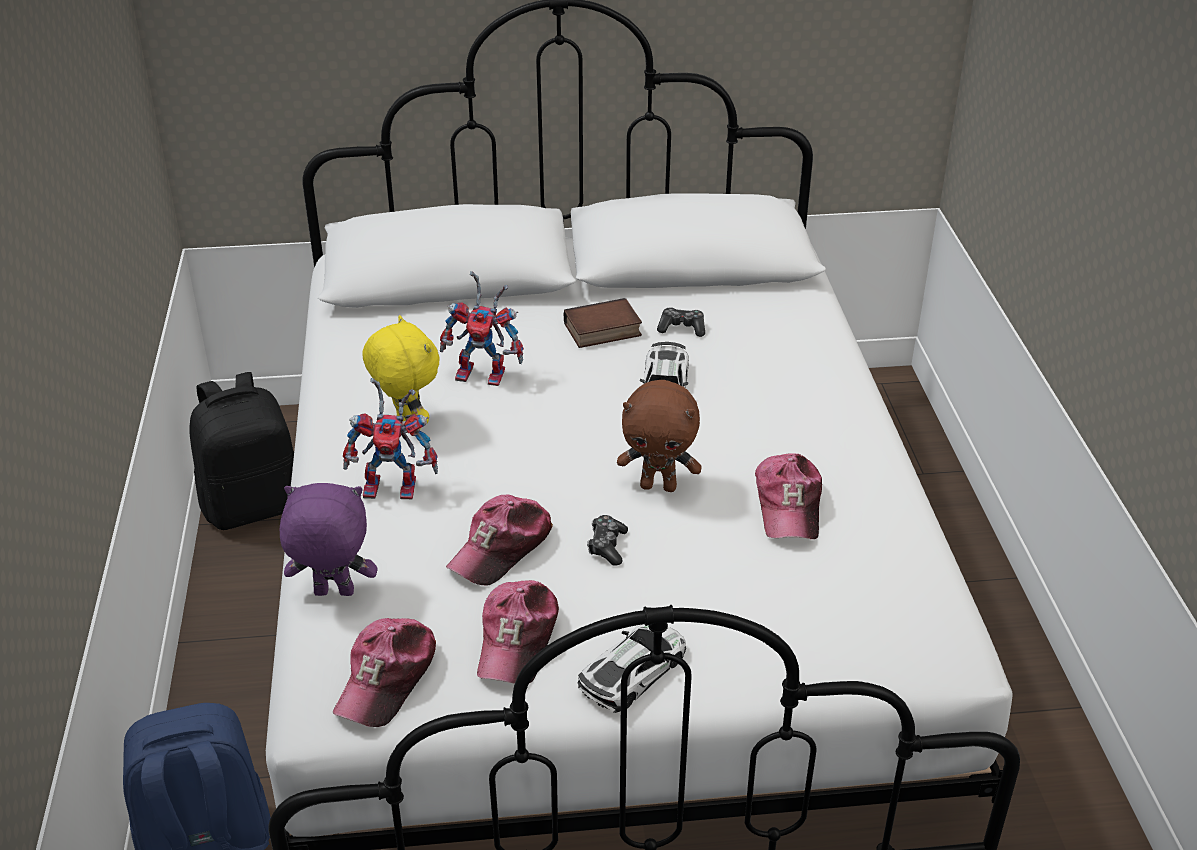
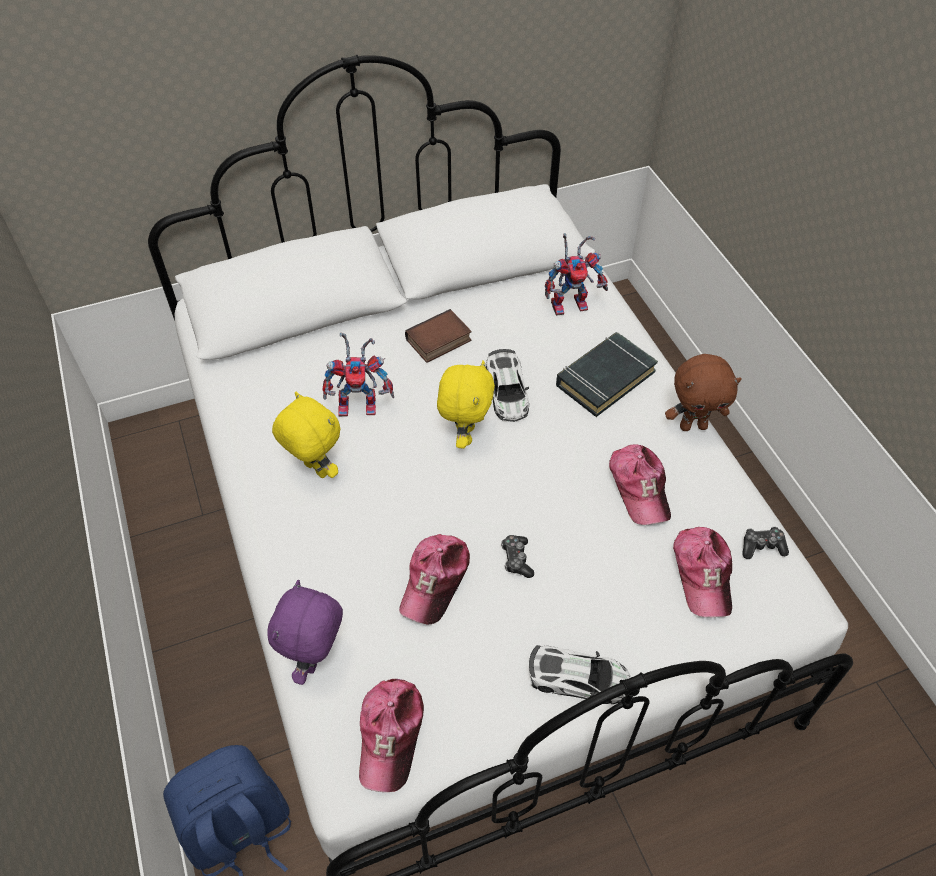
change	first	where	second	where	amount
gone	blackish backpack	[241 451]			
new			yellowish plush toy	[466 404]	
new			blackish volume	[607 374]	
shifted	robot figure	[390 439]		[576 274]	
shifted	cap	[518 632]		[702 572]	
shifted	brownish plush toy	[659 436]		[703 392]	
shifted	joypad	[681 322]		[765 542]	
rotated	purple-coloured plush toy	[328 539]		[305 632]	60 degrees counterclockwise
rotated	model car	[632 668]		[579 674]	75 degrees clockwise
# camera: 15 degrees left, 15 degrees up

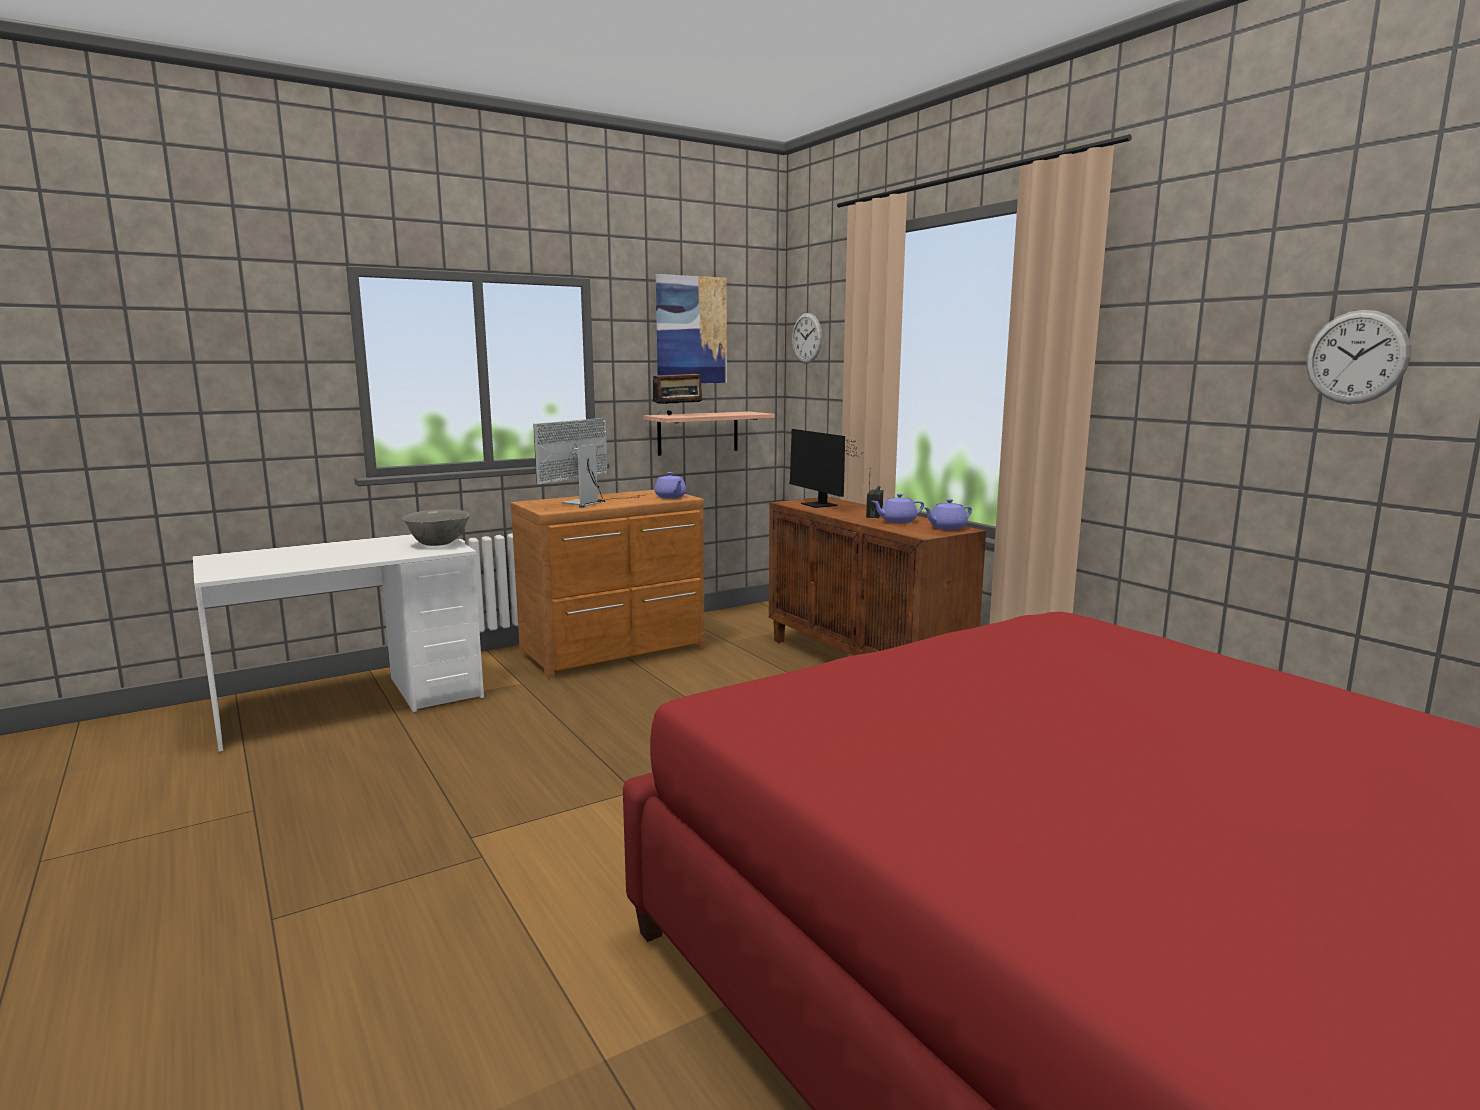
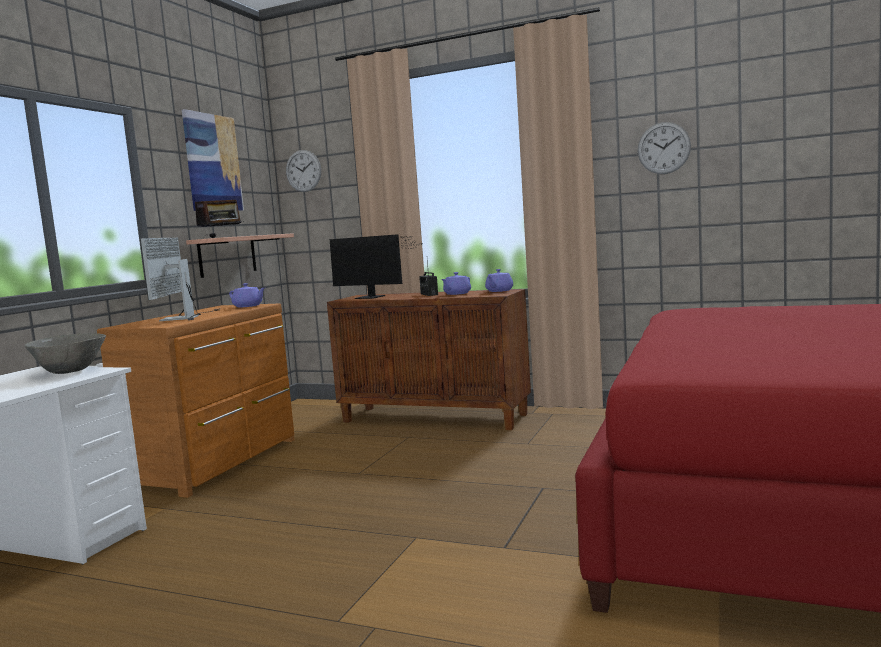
change	first	where	second	where	amount
shifted	hanging clock	[1358 357]		[664 148]	
# camera: 35 degrees left, 5 degrees down

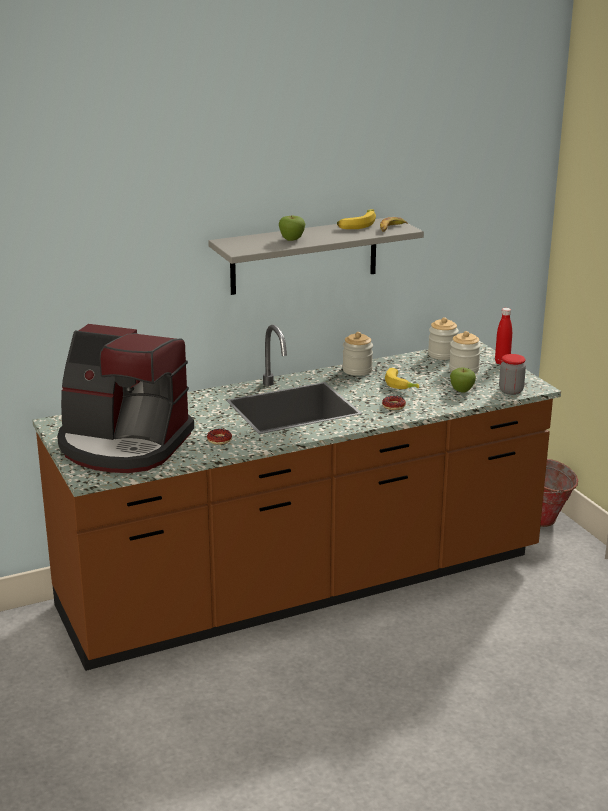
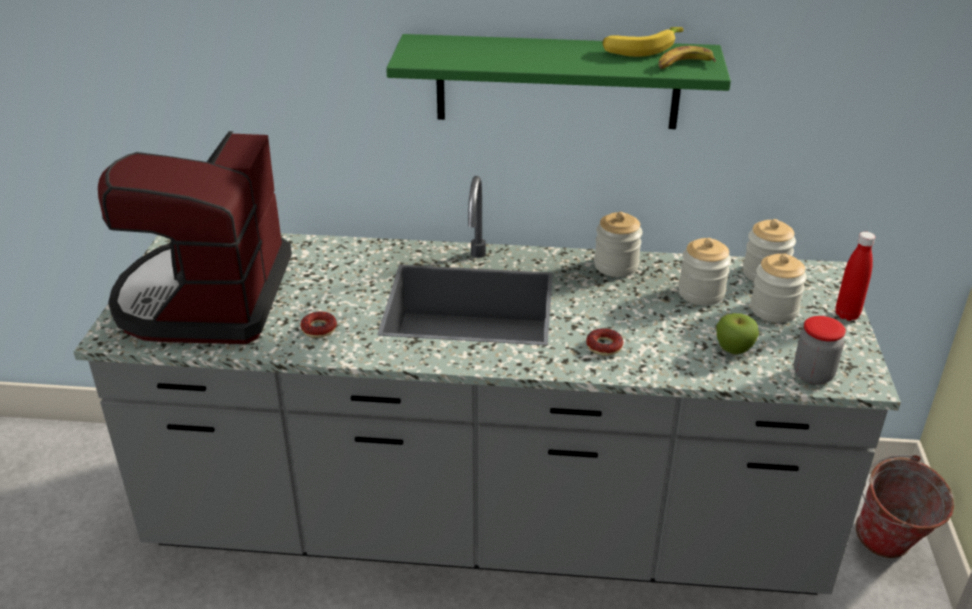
change	first	where	second	where	amount
gone	apple fruit	[292 228]			
gone	whole banana	[402 378]			
new			preserve jar	[704 271]	
repainted	brownish kitchen counter	[296 498]	gray kitchen counter	[487 385]	
repainted	gray shelf	[316 256]	green shelf	[558 81]	
rotated	coffee brewer	[125 398]		[195 237]	45 degrees clockwise
# camera: 30 degrees right, 10 degrees up

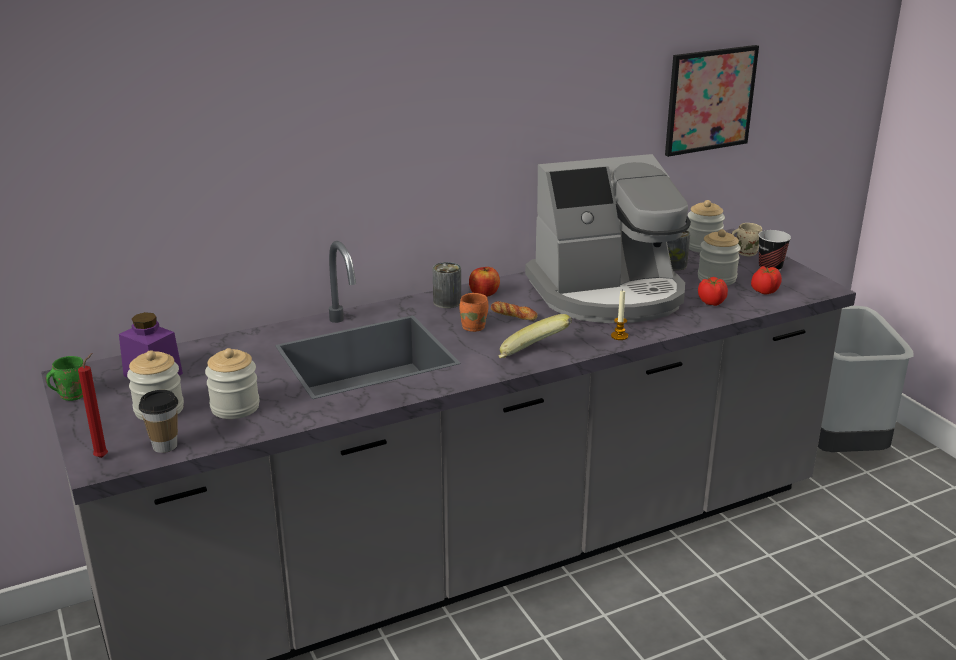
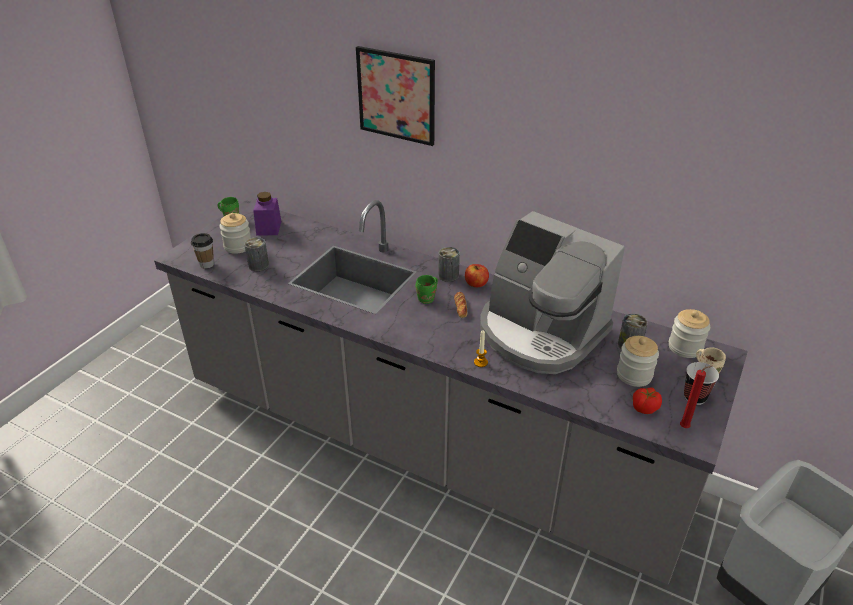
change	first	where	second	where	amount
gone	whole banana	[535 336]			
gone	whole tomato	[713 291]			
shifted	reddish wax light	[93 405]		[696 396]	
shifted	wall picture	[712 101]		[395 96]	
swapped	preserve jar	[232 383]	can	[256 254]	
repainted	orangey tea mug	[474 312]	green tea mug	[427 289]	
# camera: 55 degrees right, 10 degrees up

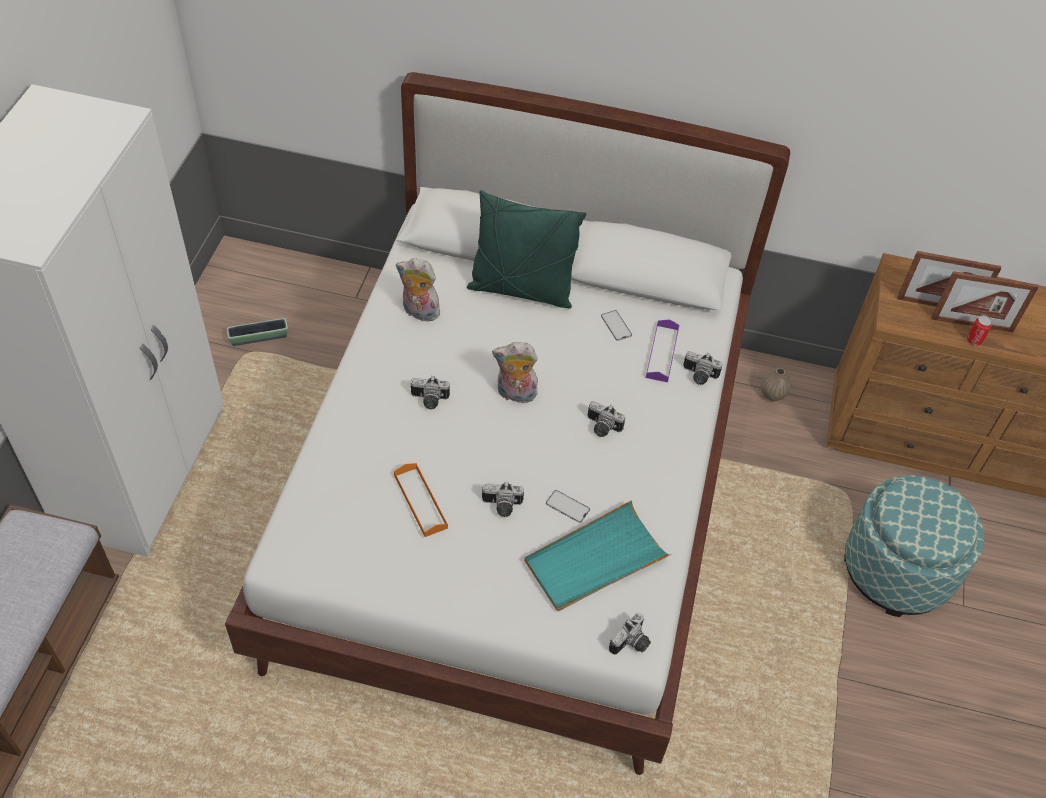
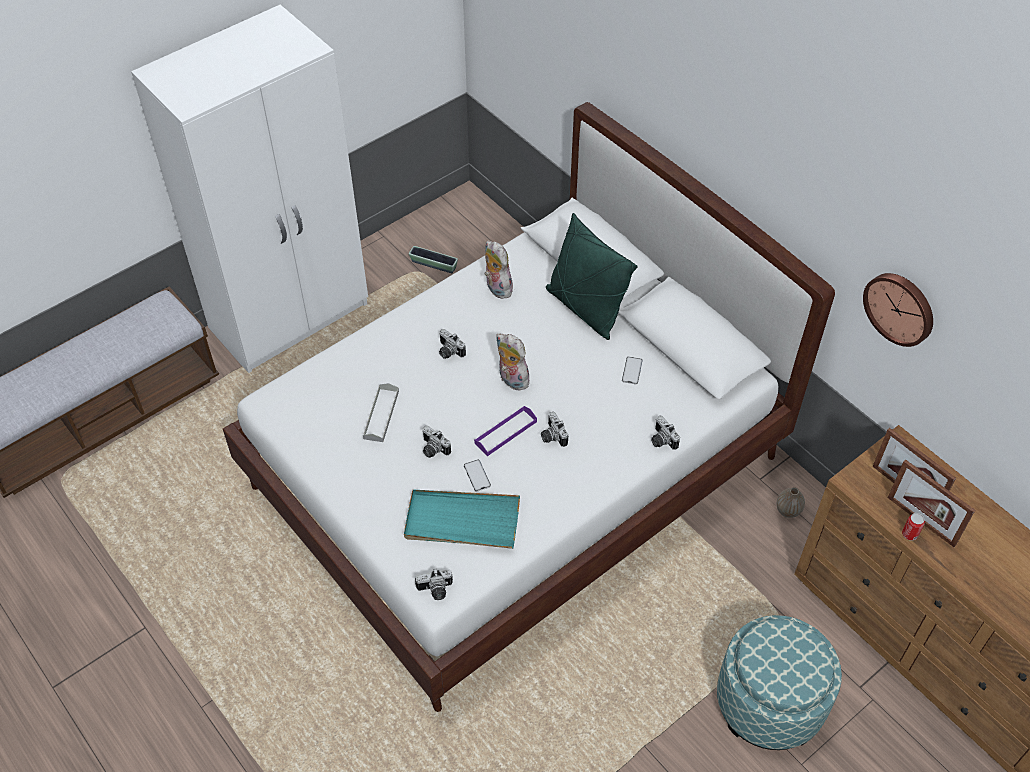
change	first	where	second	where	amount
new			hanging clock	[898 310]	
shifted	purple-coloured carrying tray	[662 350]		[505 431]	
repainted	orangey carrying tray	[421 500]	gray carrying tray	[381 412]	
# camera: 40 degrees right, 0 degrees up

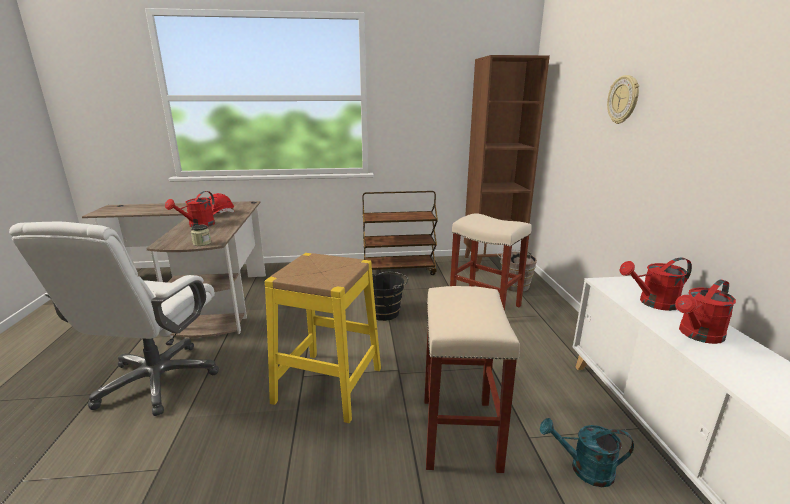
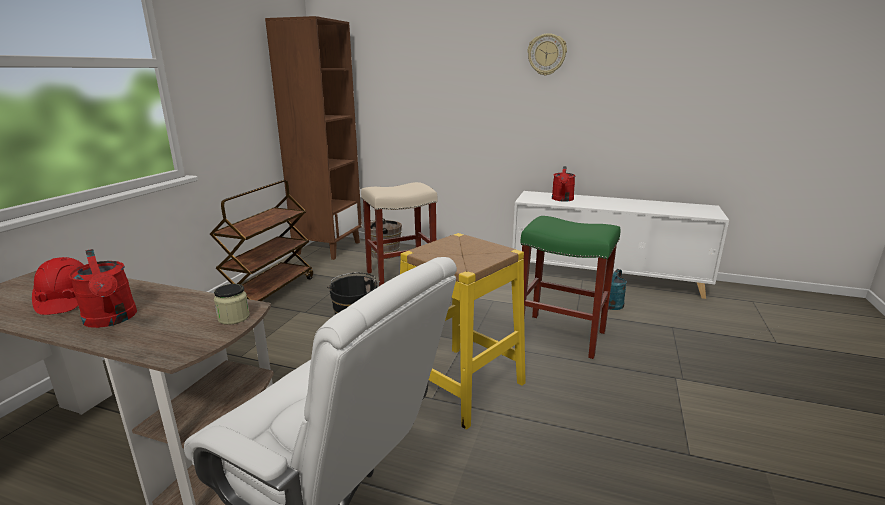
change	first	where	second	where	amount
gone	reddish sprinkling can	[705 311]			
shifted	hanging clock	[623 99]		[547 54]	
repainted	beige-coloured stool seat	[472 379]	green stool seat	[570 287]	
# camera: 65 degrees left, 0 degrees up

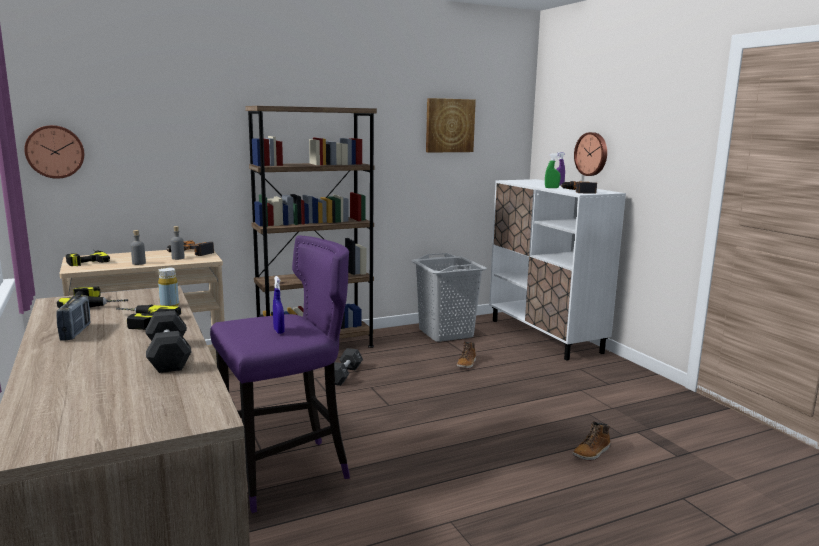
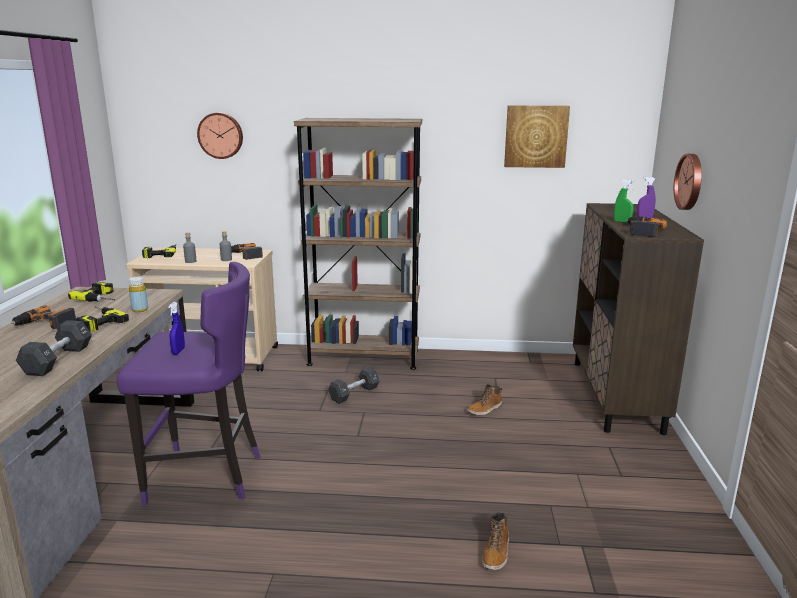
change	first	where	second	where	amount
gone	gray hamper	[449 297]			
shifted	hanging clock	[54 152]		[220 136]	
swapped	radio	[73 317]	electric drill	[43 317]	
repainted	white-coloured cabinet	[557 269]	brownish cabinet	[638 319]	
rotated	tall boot	[592 441]		[495 541]	60 degrees counterclockwise
# camera: 30 degrees right, 5 degrees up

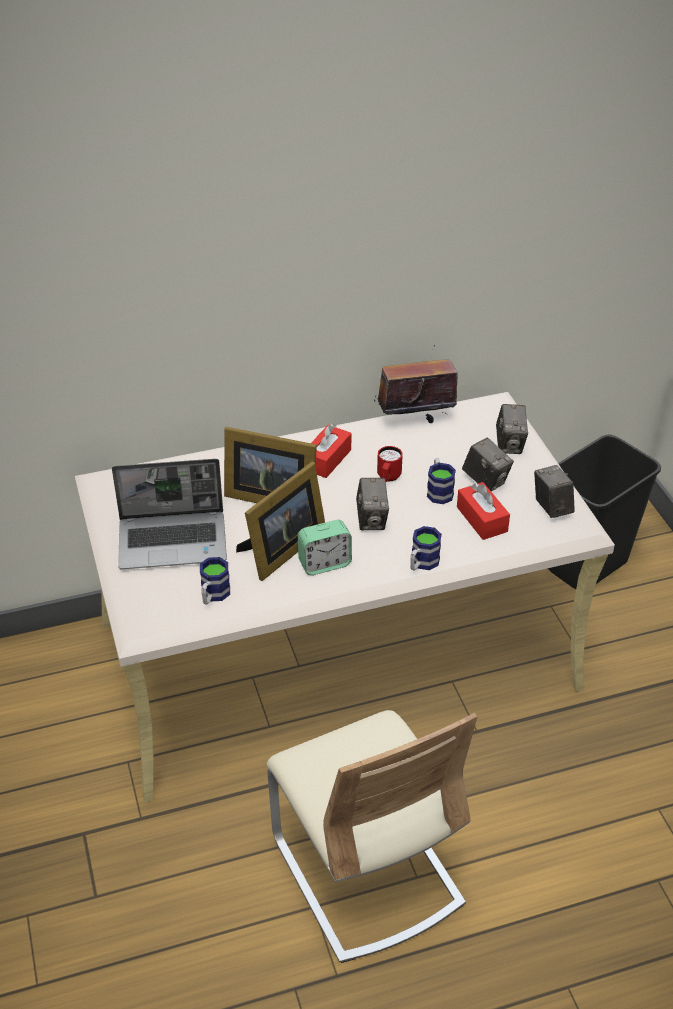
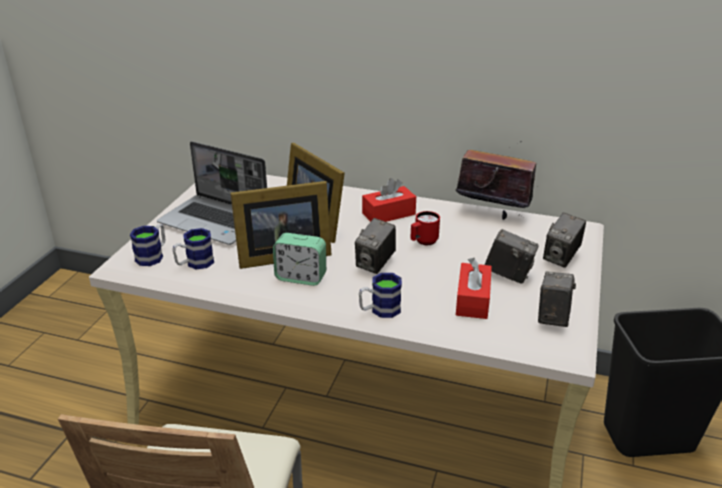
change	first	where	second	where	amount
shifted	tea mug	[441 481]		[147 245]	
rotated	photo camera	[488 464]		[512 256]	60 degrees counterclockwise
# camera: 35 degrees right, 10 degrees down

